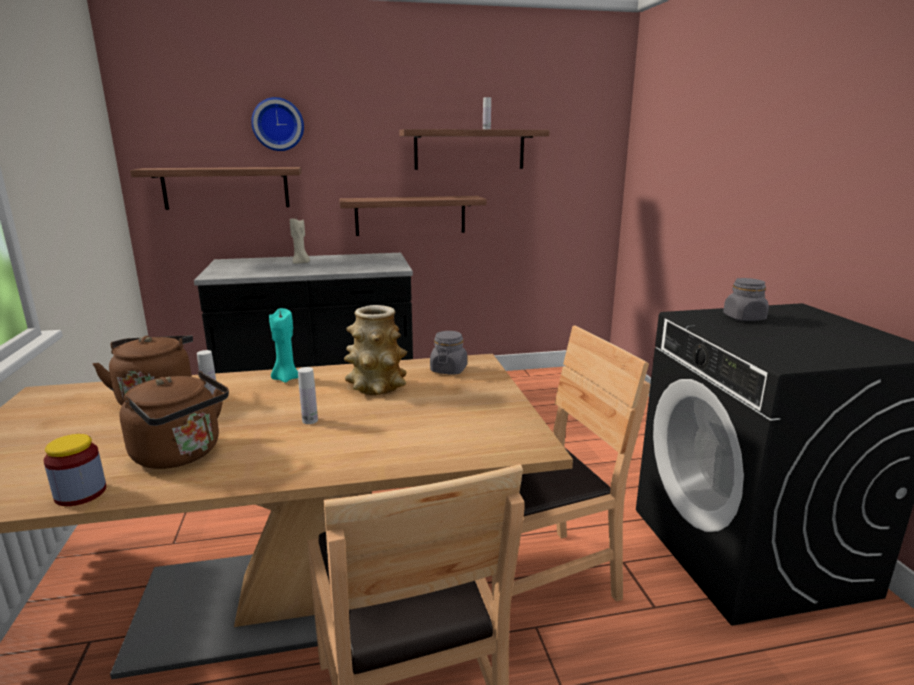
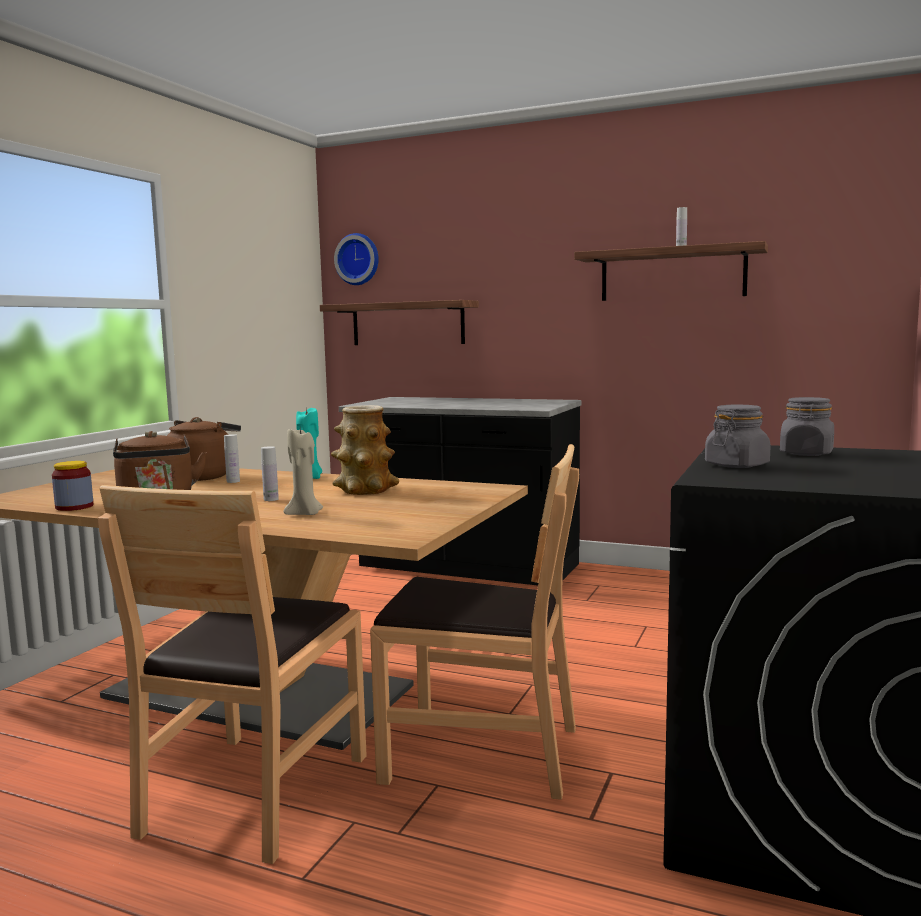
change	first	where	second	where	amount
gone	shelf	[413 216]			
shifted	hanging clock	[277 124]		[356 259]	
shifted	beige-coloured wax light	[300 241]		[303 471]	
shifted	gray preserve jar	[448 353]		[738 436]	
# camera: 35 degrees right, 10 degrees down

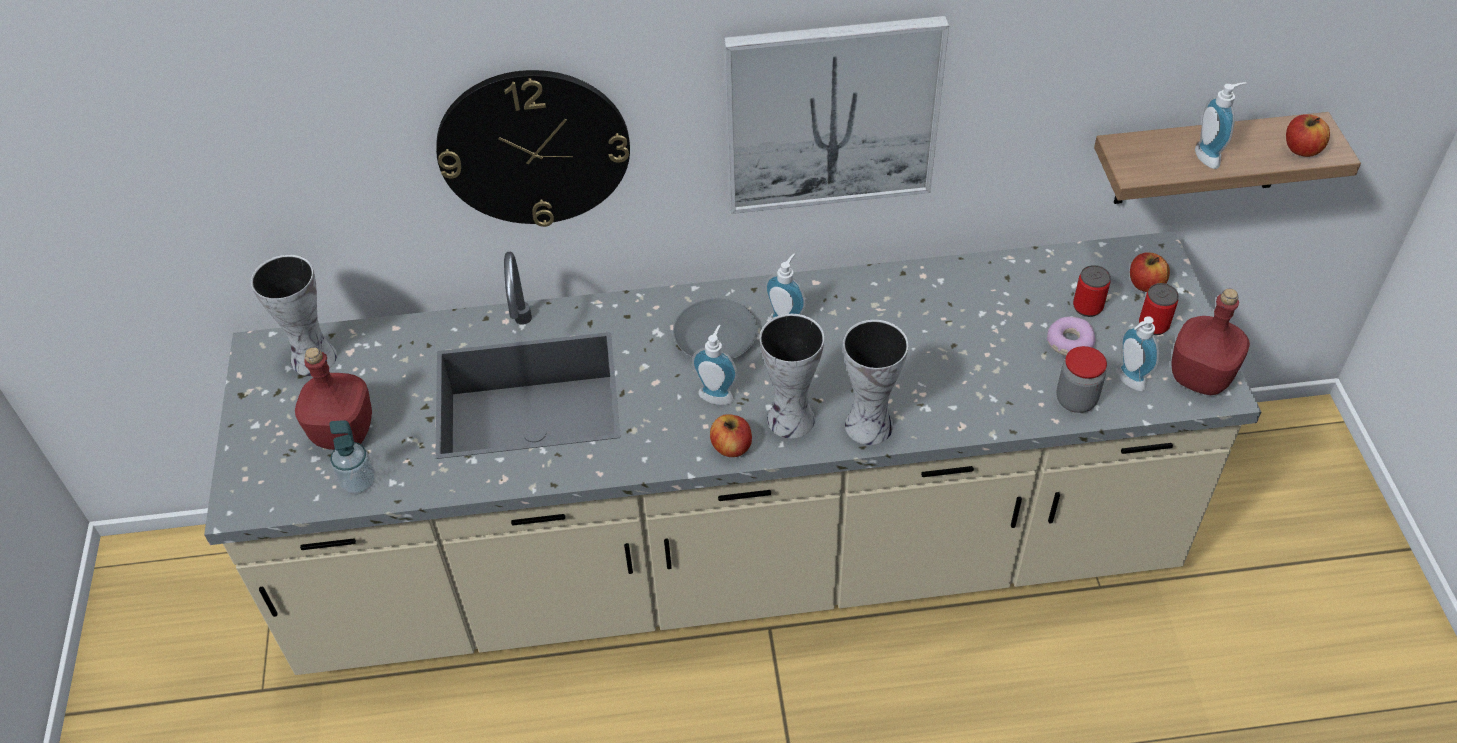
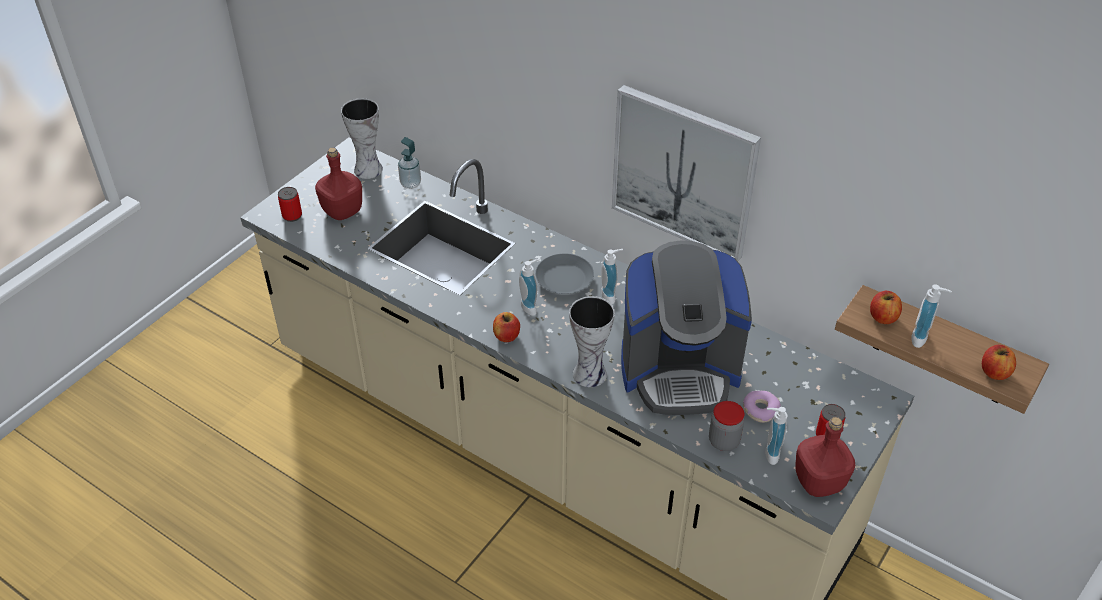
change	first	where	second	where	amount
gone	hanging clock	[533 148]			
gone	decorative vase	[792 376]			
new			coffee brewer	[686 327]	
shifted	soap dispenser	[352 457]		[409 163]	
shifted	can	[1092 291]		[290 204]	
shifted	apple fruit	[1150 272]		[886 307]	
# camera: 40 degrees right, 5 degrees down

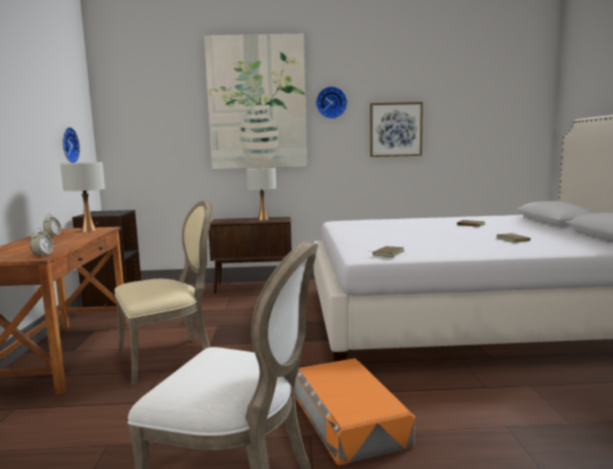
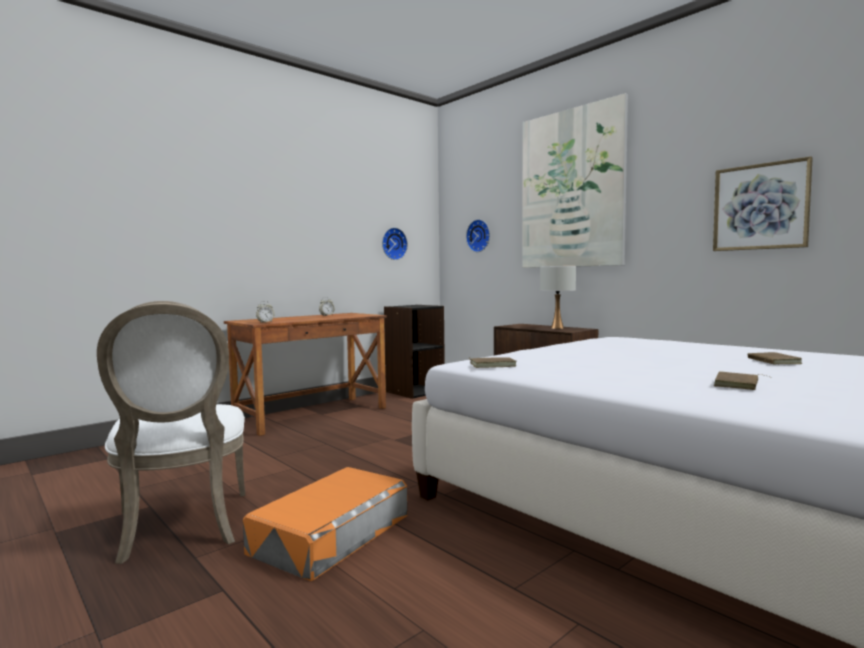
change	first	where	second	where	amount
gone	white-coloured lamp for a table	[82 197]			
gone	beige-coloured upright chair	[164 293]			
shifted	hanging clock	[331 102]		[478 235]	
# camera: 50 degrees right, 5 degrees down

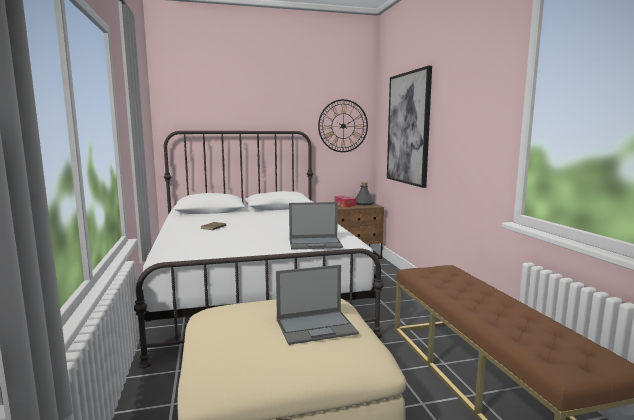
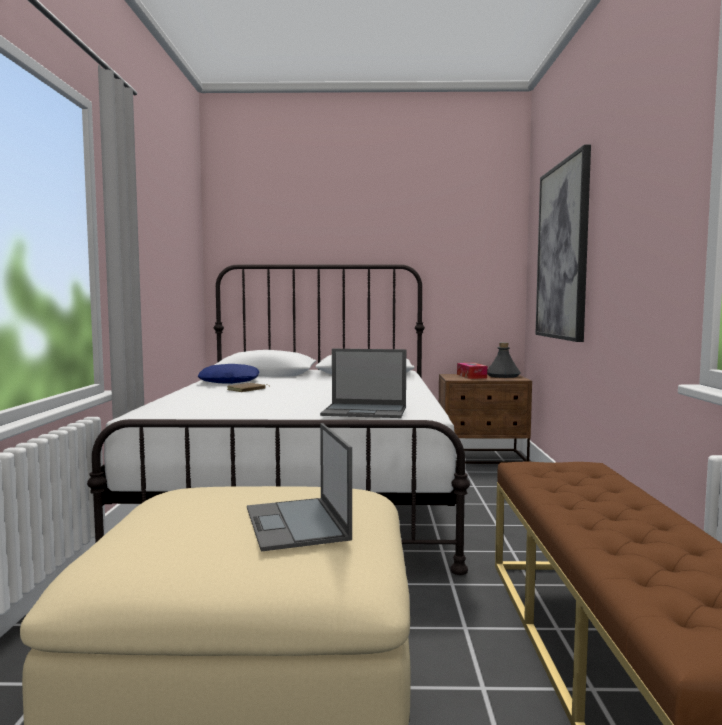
change	first	where	second	where	amount
gone	hanging clock	[343 125]			
new			bluish cushion	[228 374]	
rotated	laptop	[317 305]		[299 487]	75 degrees clockwise
# camera: 15 degrees right, 5 degrees down

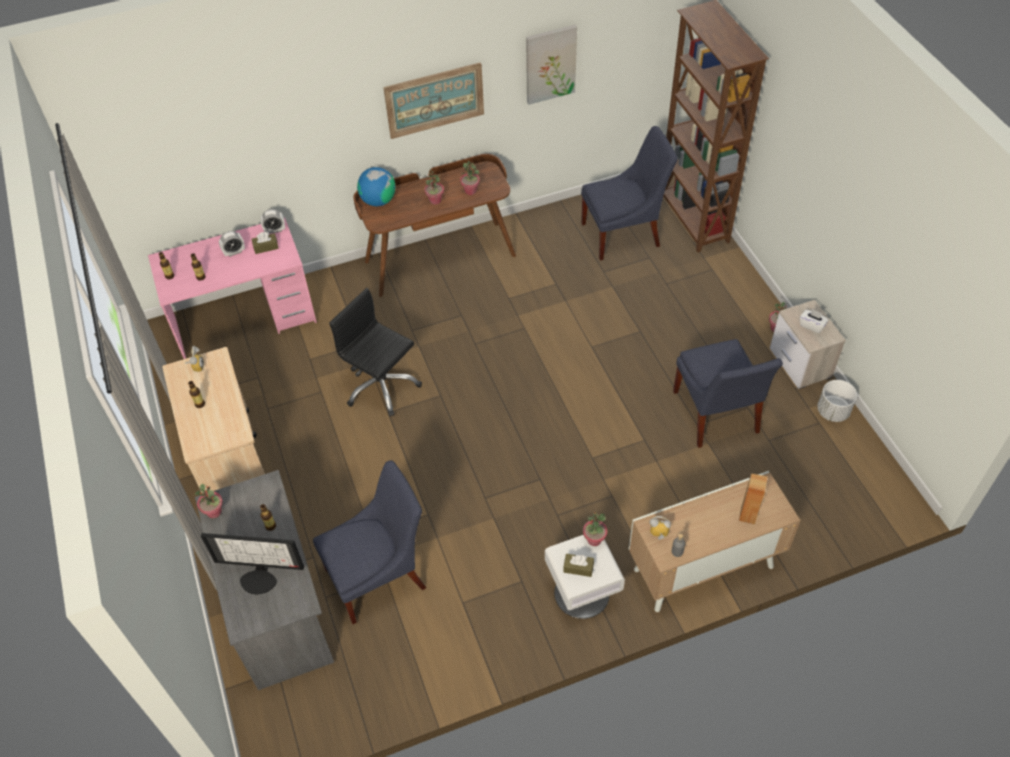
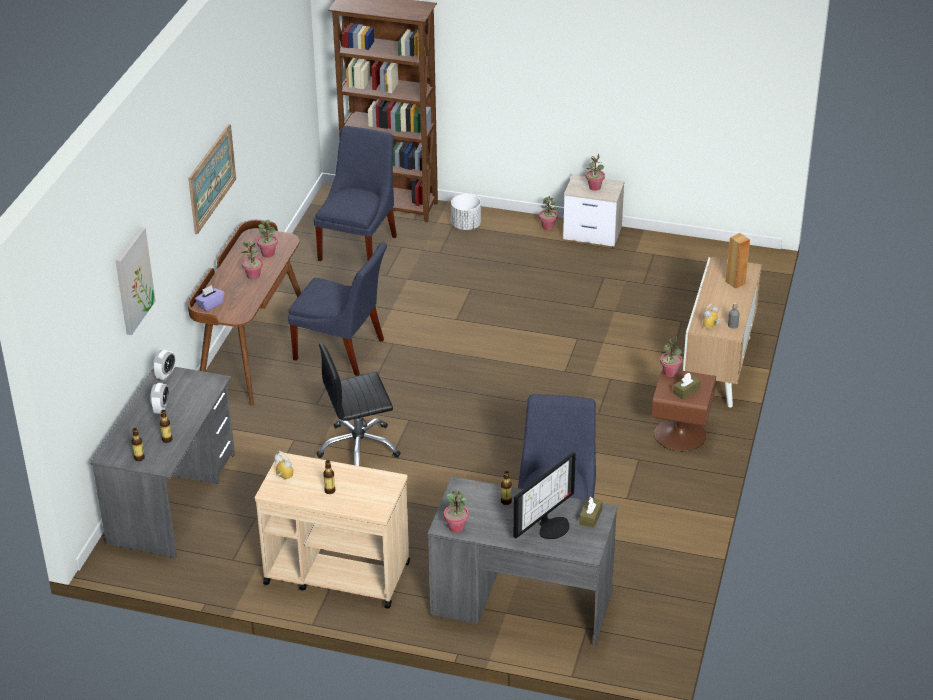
change	first	where	second	where	amount
shifted	brownish tissue box	[265 243]		[591 512]	
shifted	wall picture	[551 65]		[136 281]	
shifted	bluish upright chair	[728 393]		[337 309]	
shifted	white-coloured plant pot	[837 401]		[466 212]	
swapped	desk globe	[376 186]	purple-coloured tissue box	[209 298]	
swapped	white-coloured tissue box	[814 321]	potted plant	[595 172]	
repainted	pink-coloured desk table	[232 288]	gray desk table	[162 462]	
repainted	white-coloured bedside table	[585 577]	brownish bedside table	[684 409]	
# camera: 55 degrees left, 15 degrees down

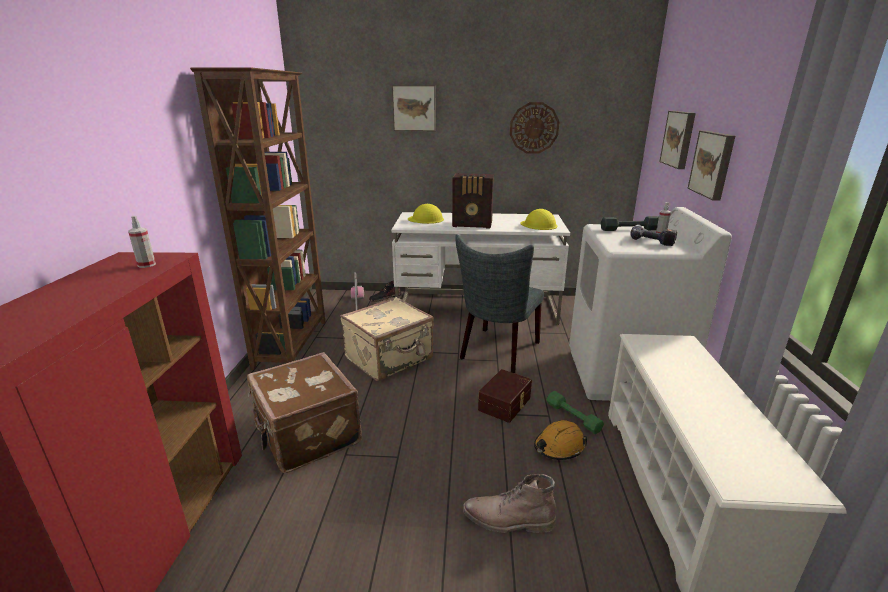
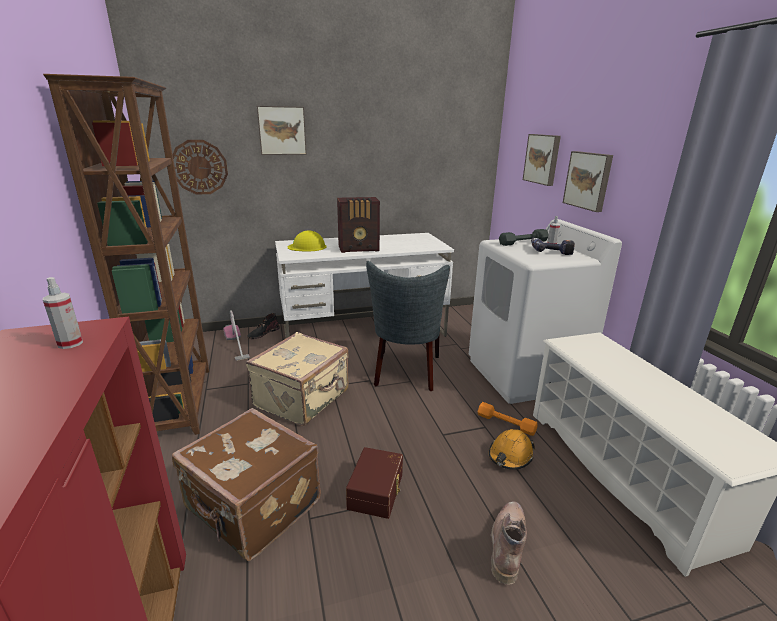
change	first	where	second	where	amount
gone	yellowish work helmet	[539 219]			
shifted	brownish storage box	[505 396]		[374 483]	
shifted	hanging clock	[534 128]		[200 167]	
repainted	green dumbbell	[575 412]	orangey dumbbell	[507 419]	
rotated	brownish tall boot	[510 503]		[509 543]	120 degrees clockwise
# camera: 20 degrees left, 0 degrees up

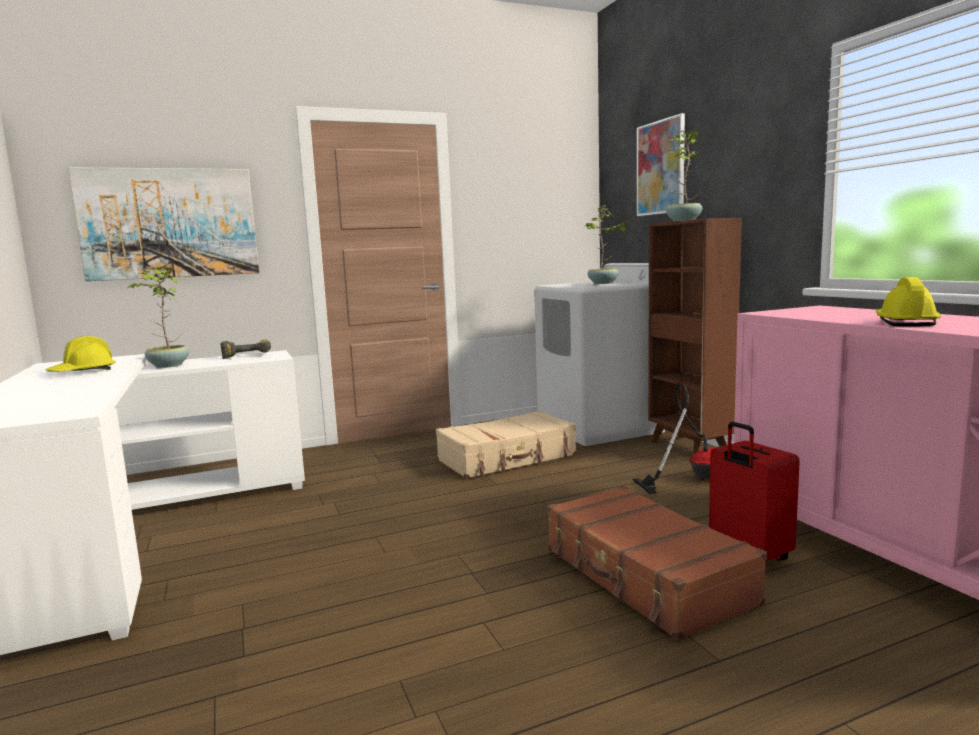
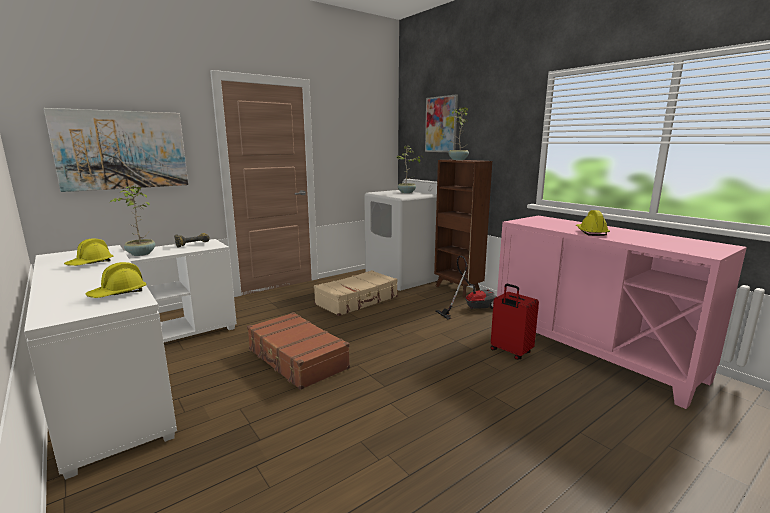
change	first	where	second	where	amount
new			yellowish work helmet	[115 280]	
shifted	brownish travel case	[657 563]		[298 351]	
# camera: 15 degrees left, 5 degrees up

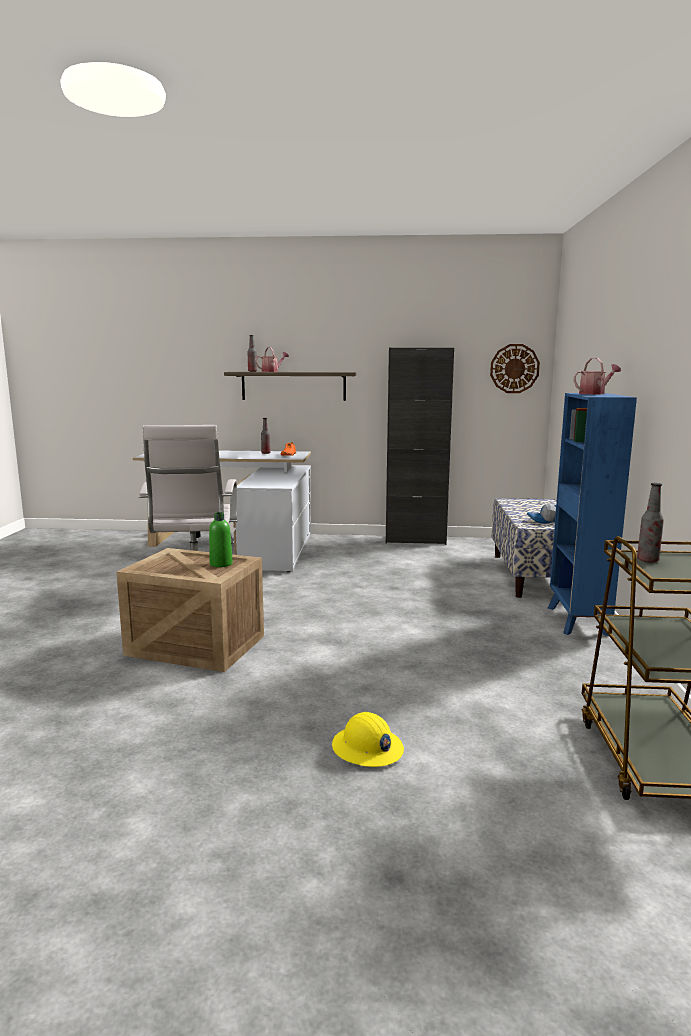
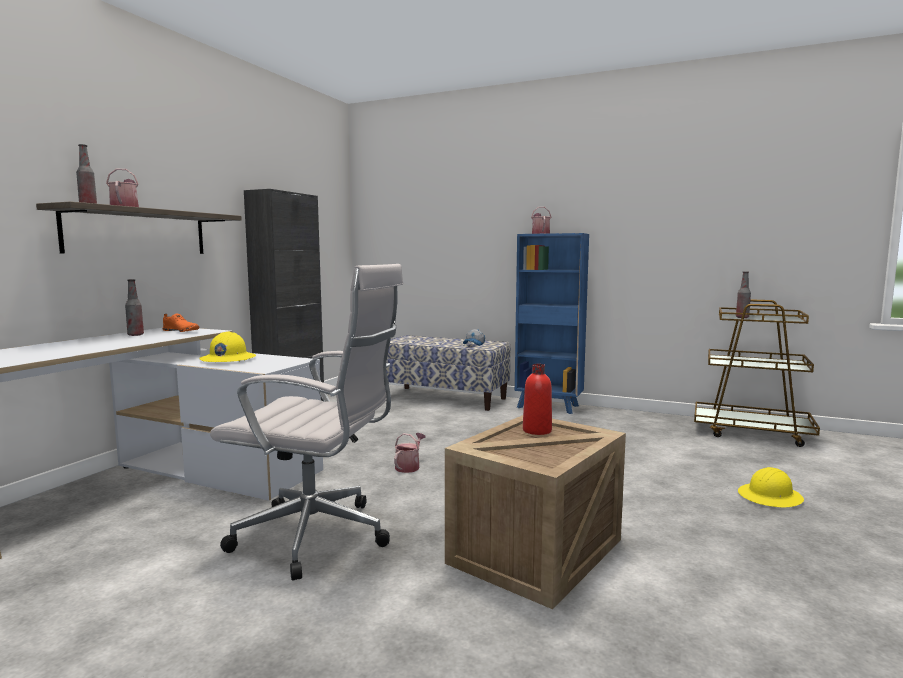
change	first	where	second	where	amount
gone	hanging clock	[515 368]			
new			yellowish work helmet	[227 347]	
new			sprinkling can	[410 453]	
repainted	green bottle	[221 539]	reddish bottle	[537 399]	
# camera: 70 degrees left, 5 degrees down

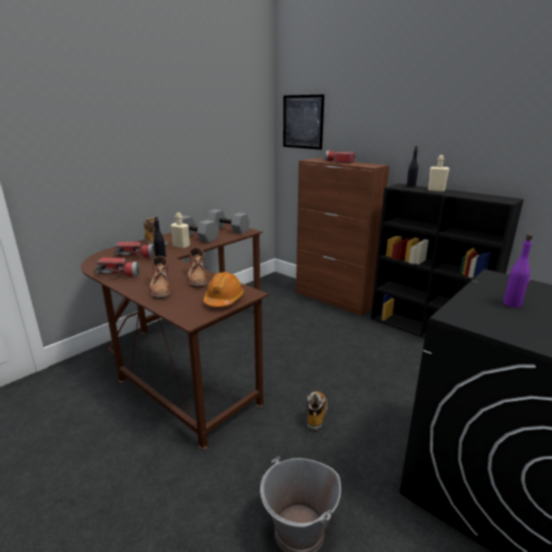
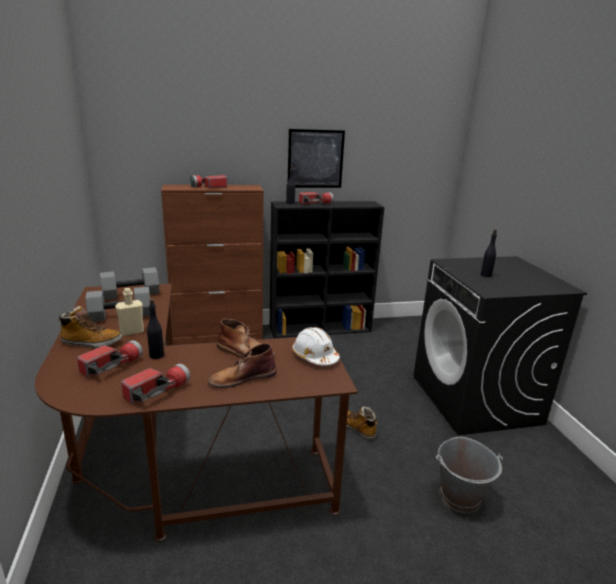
change	first	where	second	where	amount
shifted	wall picture	[303 122]		[316 158]	
swapped	beige-coloured bottle	[439 173]	flashlight	[316 198]	
repainted	orangey work helmet	[223 289]	white-coloured work helmet	[316 346]	
repainted	purple-coloured bottle	[518 271]	blackish bottle	[489 253]	
rotated	brownish tall boot	[160 277]		[242 365]	135 degrees clockwise
# camera: 55 degrees left, 0 degrees up

